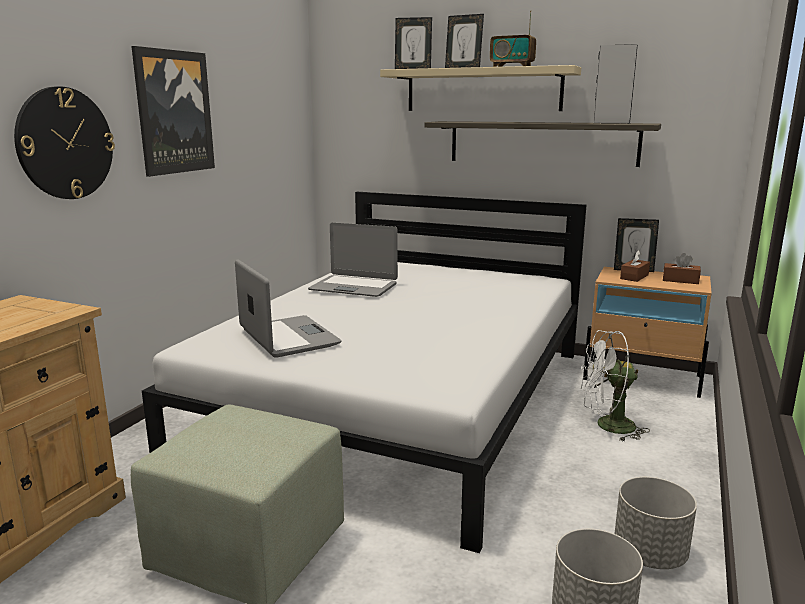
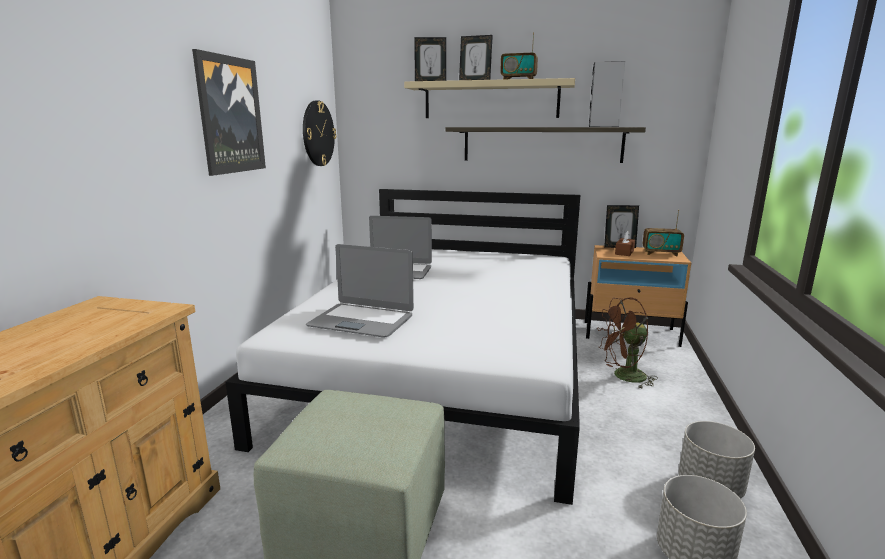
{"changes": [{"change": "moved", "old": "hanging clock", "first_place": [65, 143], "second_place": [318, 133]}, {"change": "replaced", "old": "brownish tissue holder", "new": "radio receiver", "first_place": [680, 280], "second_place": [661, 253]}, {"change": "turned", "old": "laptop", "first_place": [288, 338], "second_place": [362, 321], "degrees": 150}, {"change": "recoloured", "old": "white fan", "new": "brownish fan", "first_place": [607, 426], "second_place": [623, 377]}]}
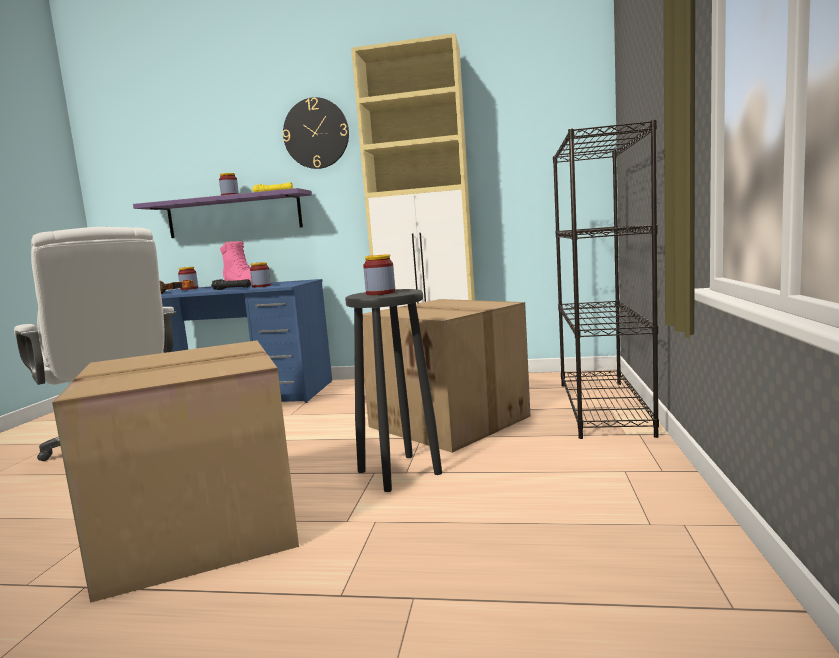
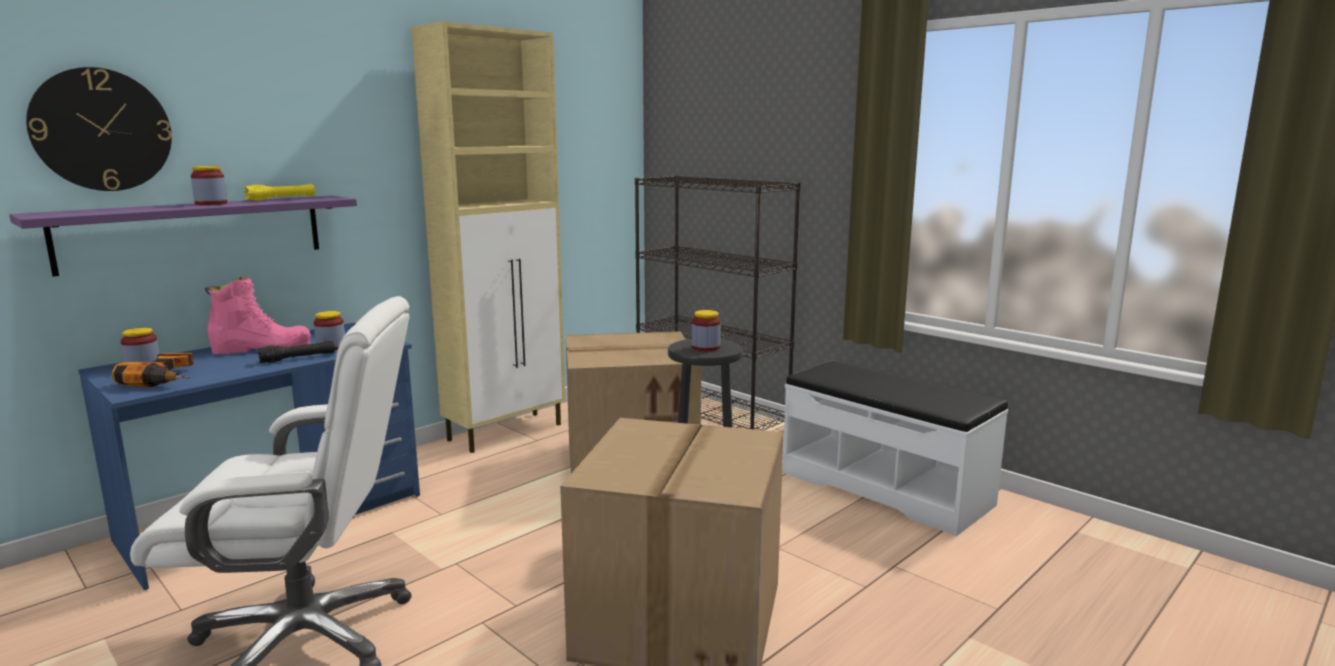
{"changes": [{"change": "moved", "old": "hanging clock", "first_place": [316, 133], "second_place": [102, 130]}, {"change": "added", "new": "white indoor bench", "second_place": [885, 488]}]}
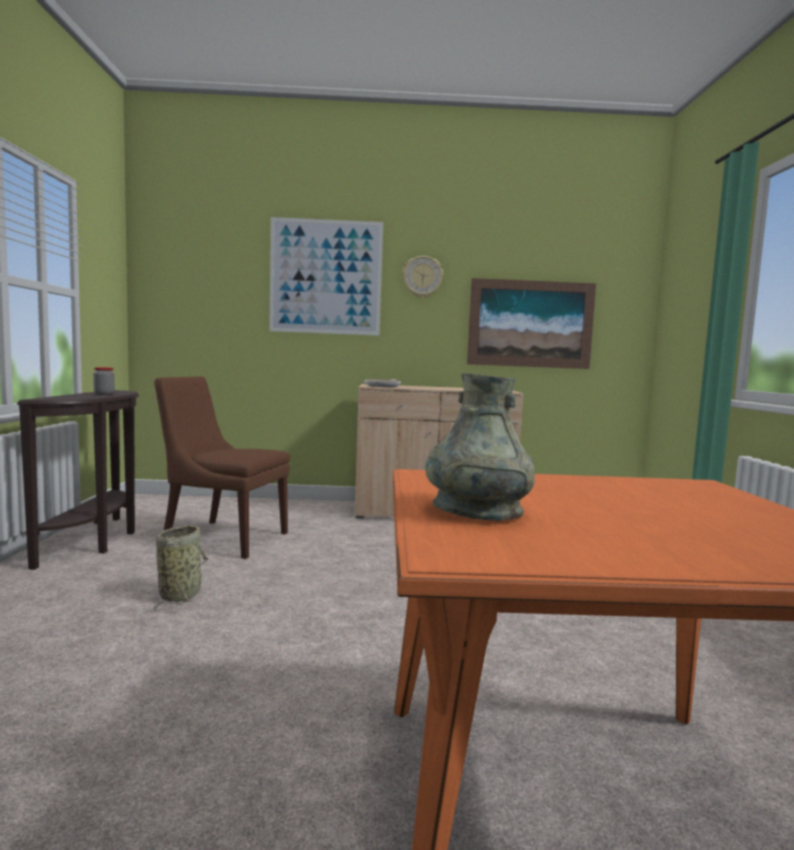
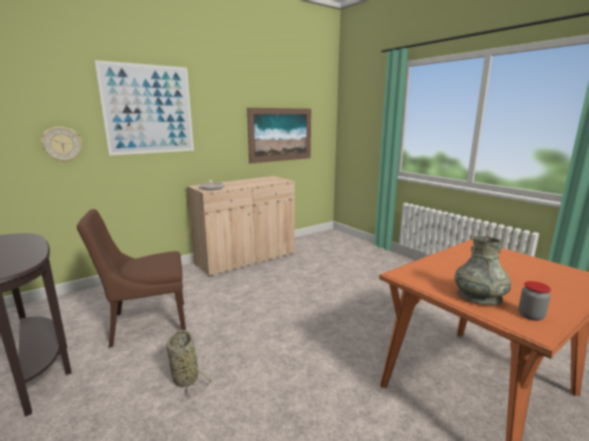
{"changes": [{"change": "moved", "old": "hanging clock", "first_place": [422, 277], "second_place": [62, 144]}, {"change": "moved", "old": "storage jar", "first_place": [104, 394], "second_place": [530, 316]}]}
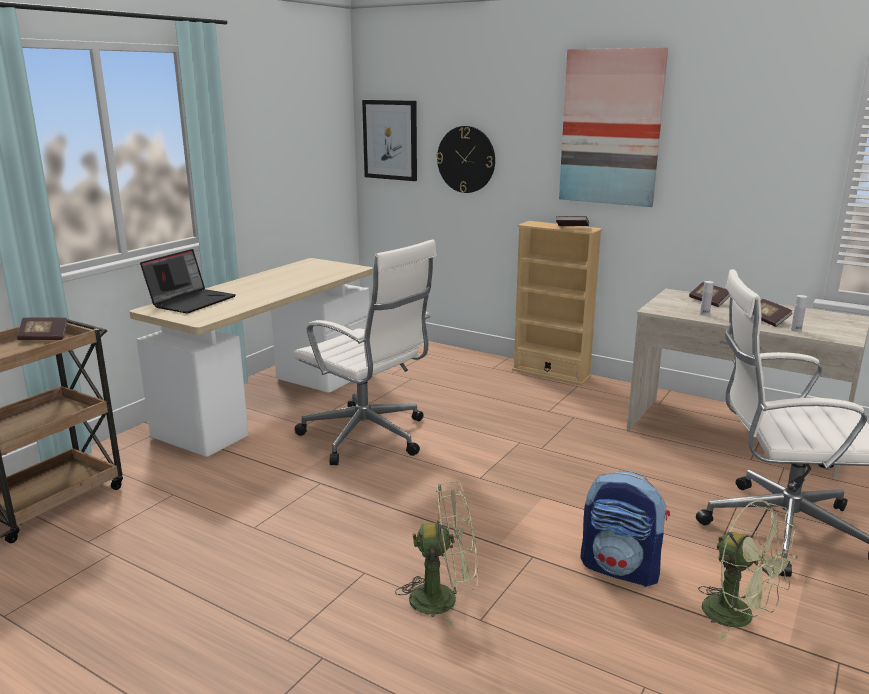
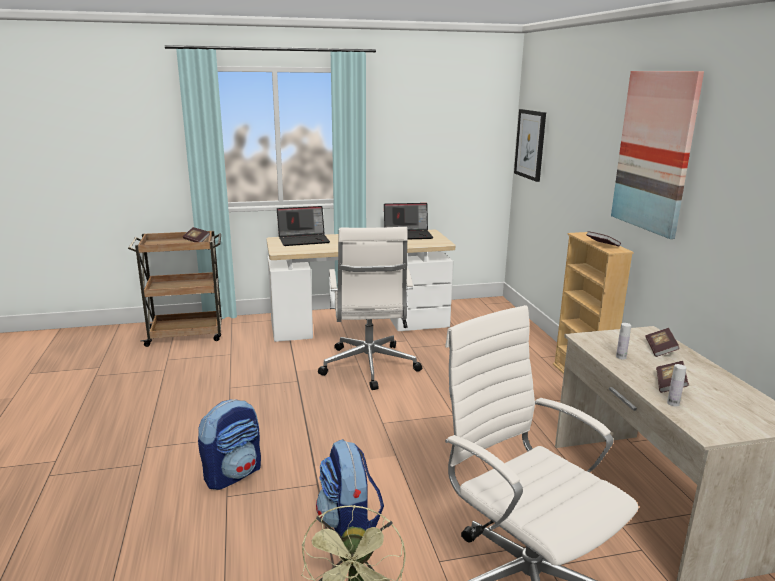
{"changes": [{"change": "removed", "old": "hanging clock", "first_place": [466, 159]}, {"change": "replaced", "old": "green fan", "new": "rucksack", "first_place": [444, 598], "second_place": [233, 474]}, {"change": "added", "new": "laptop", "second_place": [408, 235]}]}
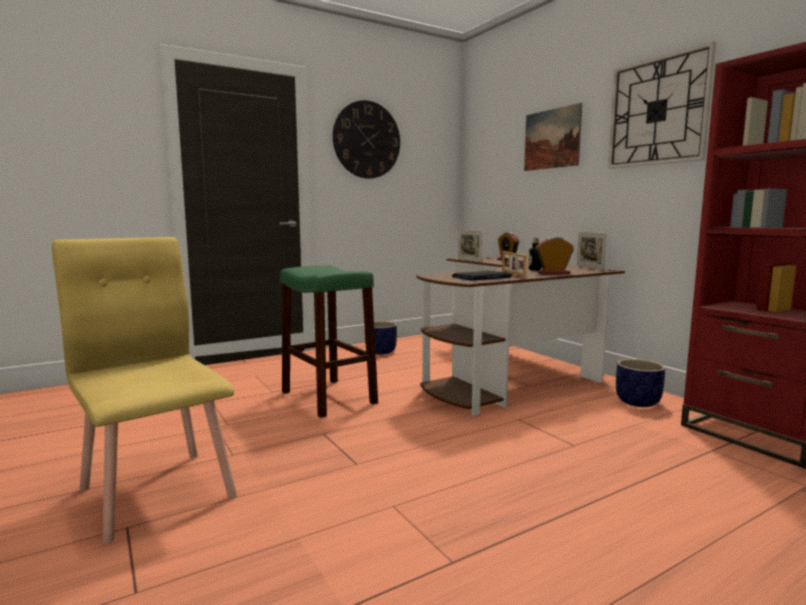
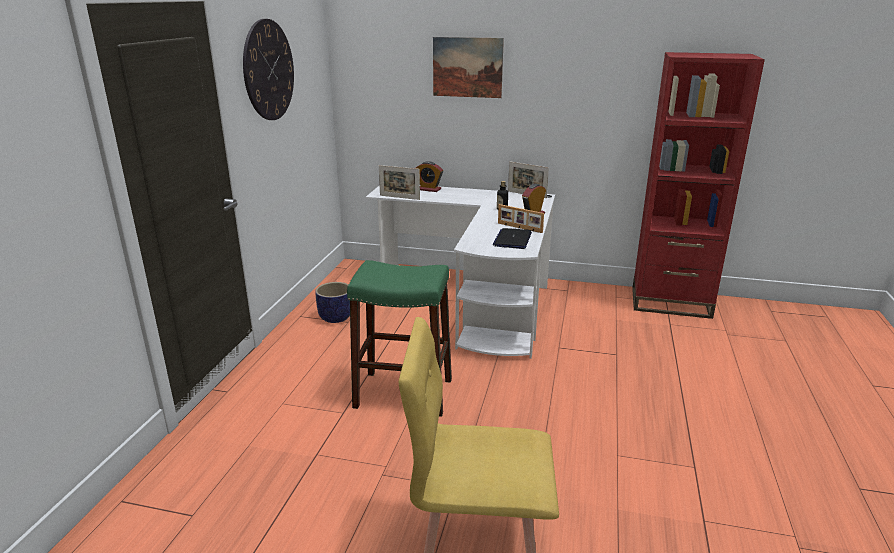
{"changes": [{"change": "removed", "old": "hanging clock", "first_place": [657, 111]}, {"change": "recoloured", "old": "brownish desk unit", "new": "white desk unit", "first_place": [510, 372], "second_place": [477, 300]}, {"change": "removed", "old": "flower pot", "first_place": [638, 402]}]}
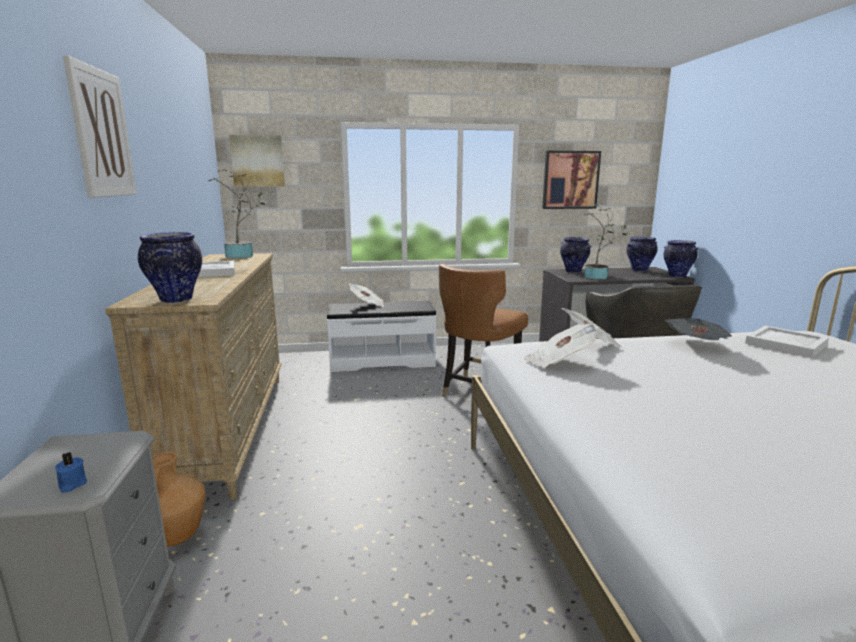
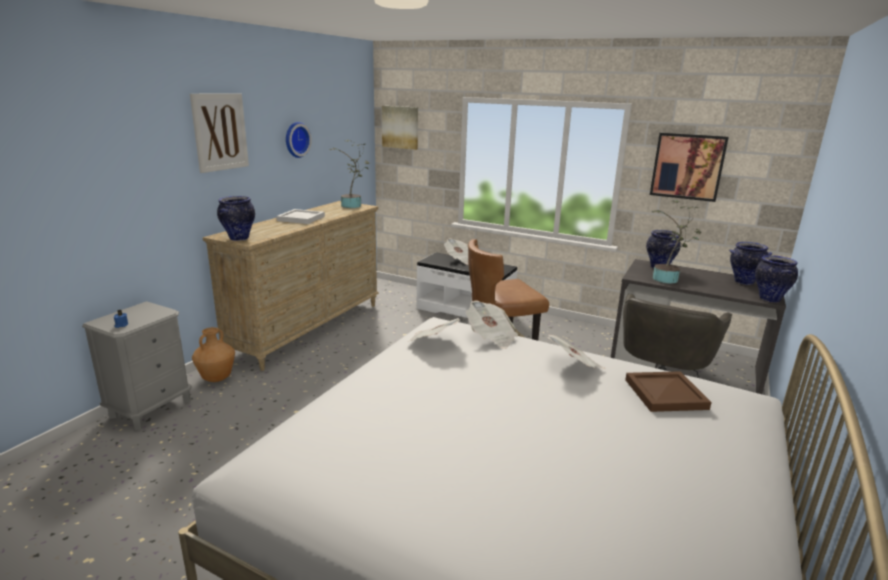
{"changes": [{"change": "recoloured", "old": "white tray", "new": "brownish tray", "first_place": [786, 344], "second_place": [665, 394]}, {"change": "added", "new": "hanging clock", "second_place": [295, 139]}]}
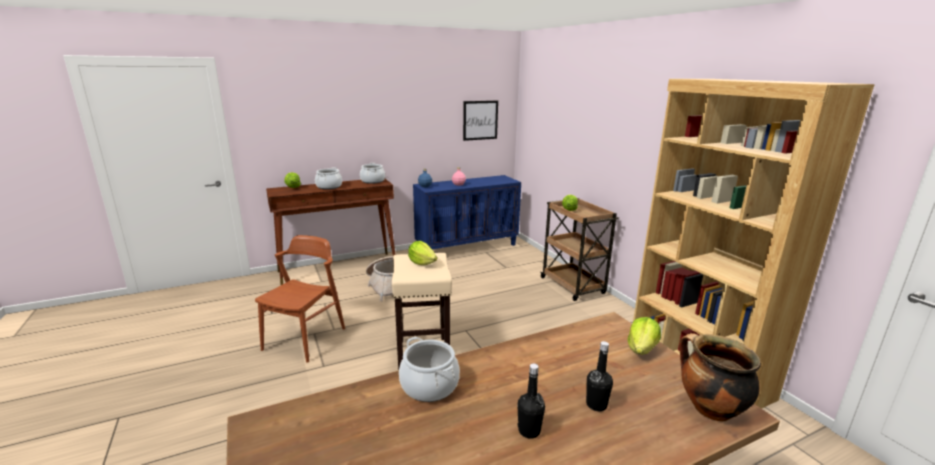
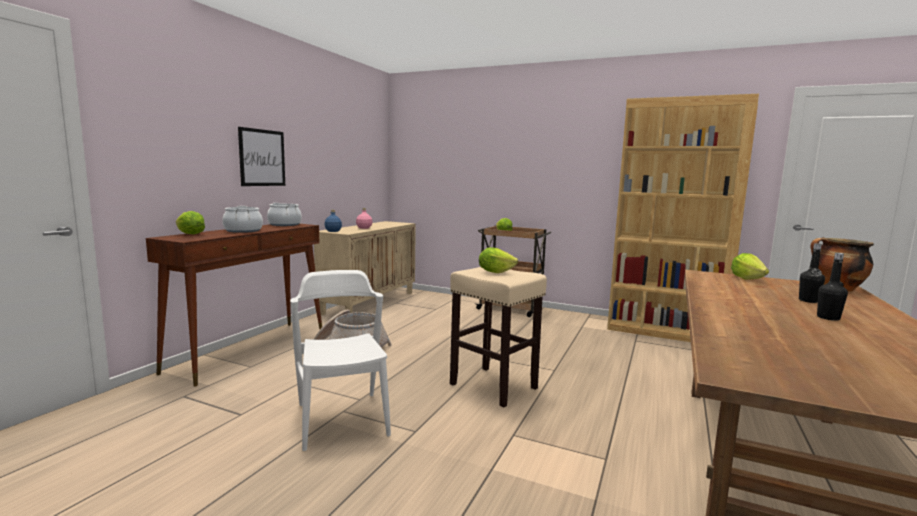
{"changes": [{"change": "moved", "old": "wall picture", "first_place": [480, 120], "second_place": [262, 158]}, {"change": "recoloured", "old": "blue storage cabinet", "new": "sand-coloured storage cabinet", "first_place": [467, 247], "second_place": [369, 302]}, {"change": "recoloured", "old": "brownish plain chair", "new": "white plain chair", "first_place": [305, 339], "second_place": [342, 419]}, {"change": "removed", "old": "saucepot", "first_place": [429, 385]}]}
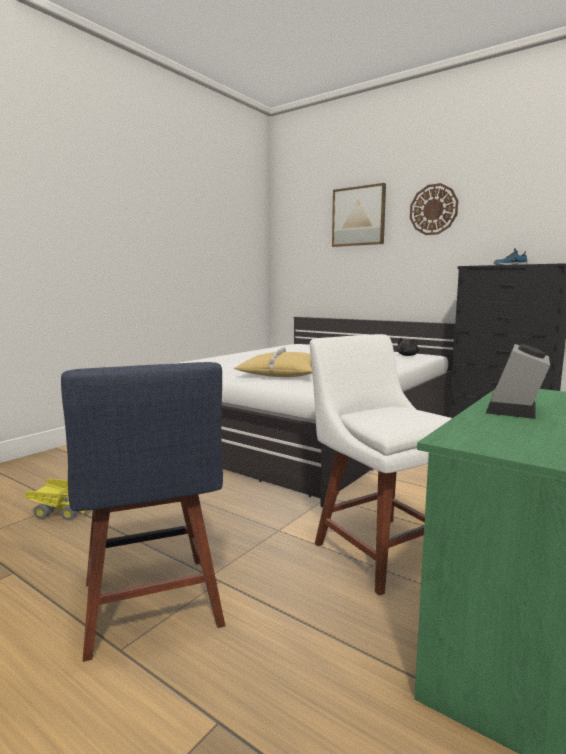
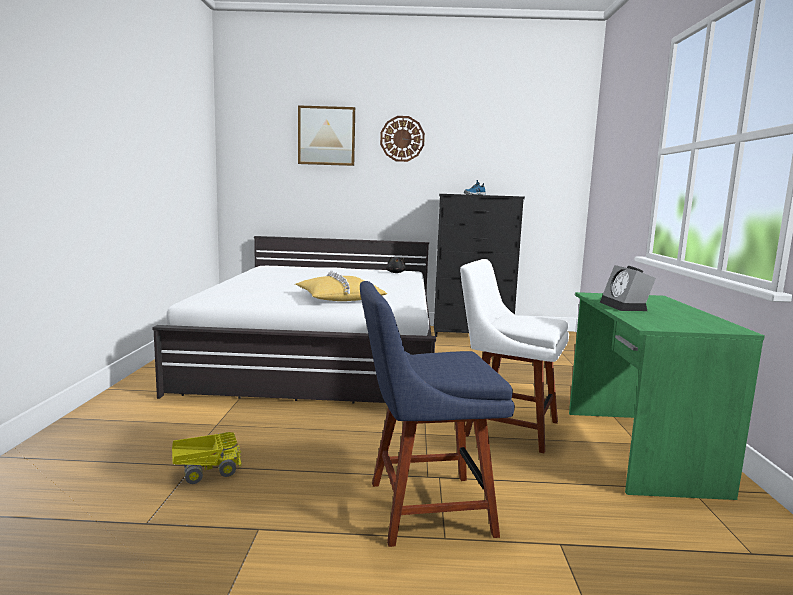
{"changes": [{"change": "turned", "old": "blue plain chair", "first_place": [151, 608], "second_place": [423, 508], "degrees": 135}]}
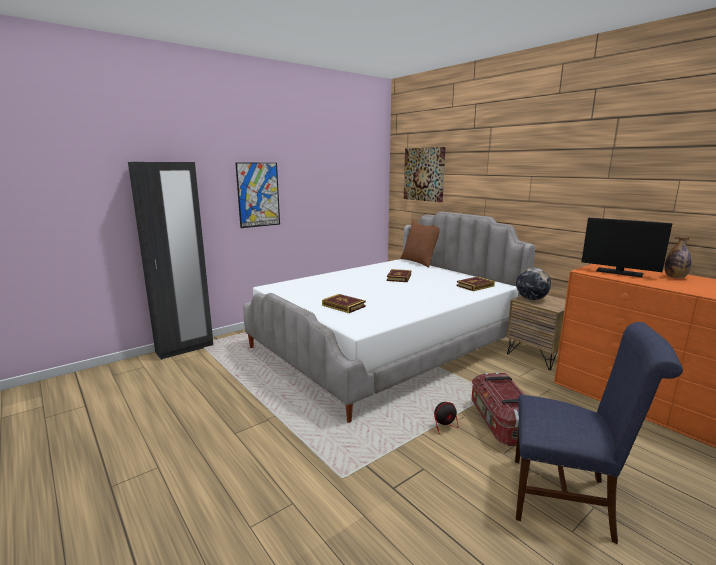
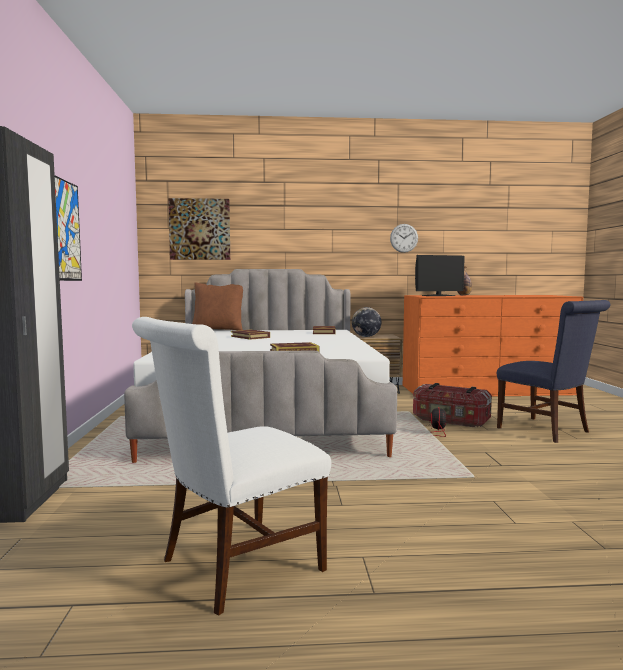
{"changes": [{"change": "turned", "old": "blue plain chair", "first_place": [568, 499], "second_place": [548, 431], "degrees": 90}, {"change": "added", "new": "hanging clock", "second_place": [404, 238]}, {"change": "added", "new": "white plain chair", "second_place": [233, 567]}]}
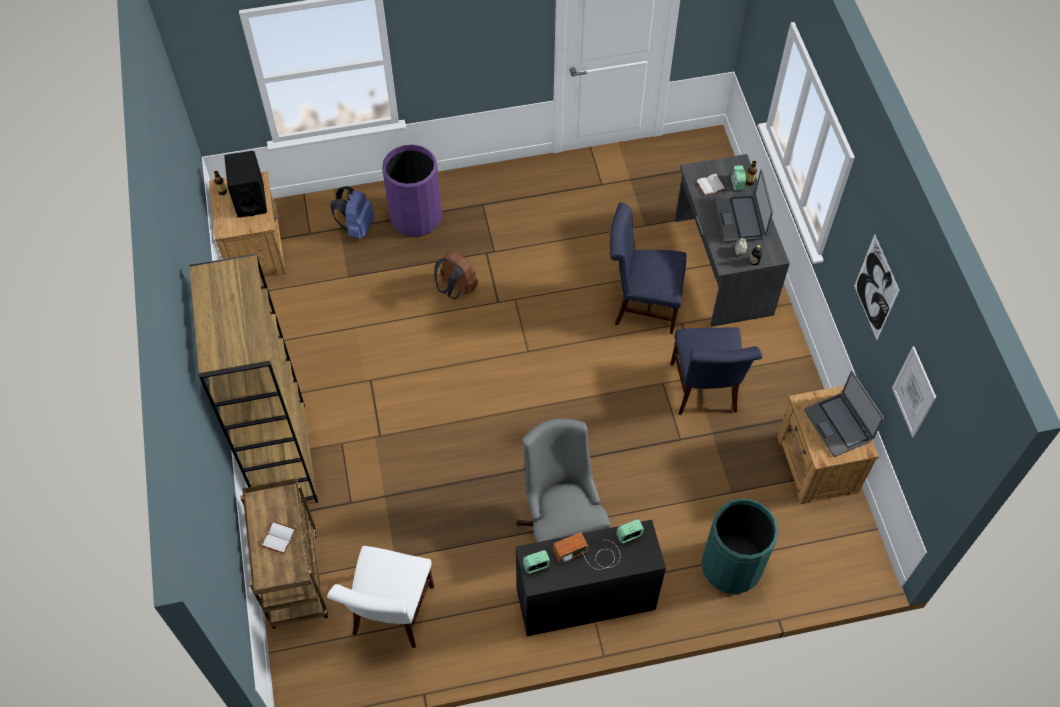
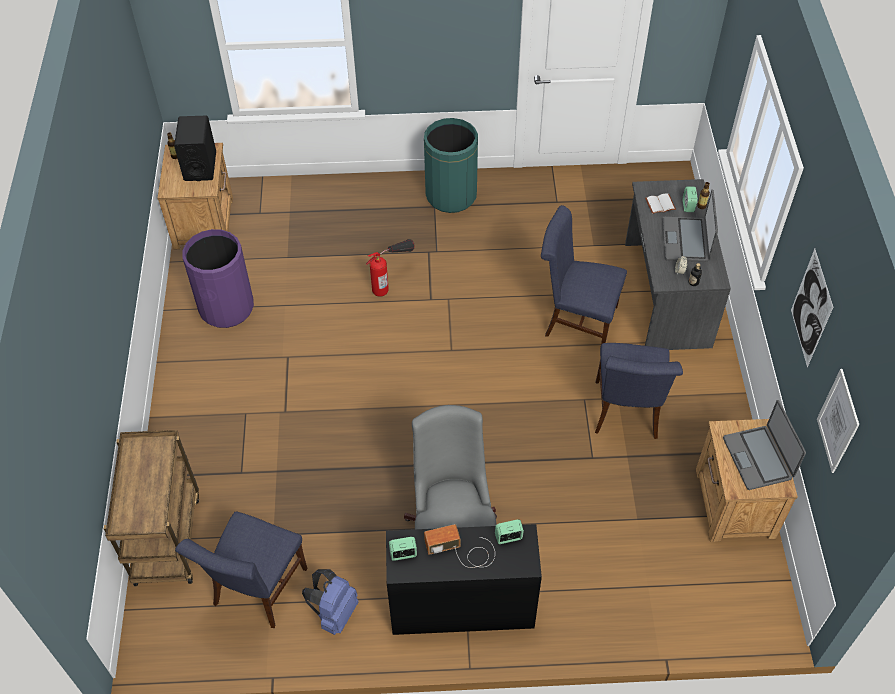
{"changes": [{"change": "moved", "old": "purple-coloured waste bin", "first_place": [416, 217], "second_place": [226, 307]}, {"change": "moved", "old": "blue rucksack", "first_place": [356, 227], "second_place": [334, 613]}, {"change": "replaced", "old": "brownish rucksack", "new": "fire extinguisher", "first_place": [456, 289], "second_place": [391, 281]}, {"change": "removed", "old": "brownish bookcase", "first_place": [282, 457]}, {"change": "moved", "old": "green waste bin", "first_place": [731, 566], "second_place": [451, 195]}, {"change": "removed", "old": "white volume", "first_place": [279, 539]}, {"change": "recoloured", "old": "white plain chair", "new": "blue plain chair", "first_place": [391, 615], "second_place": [257, 591]}]}
